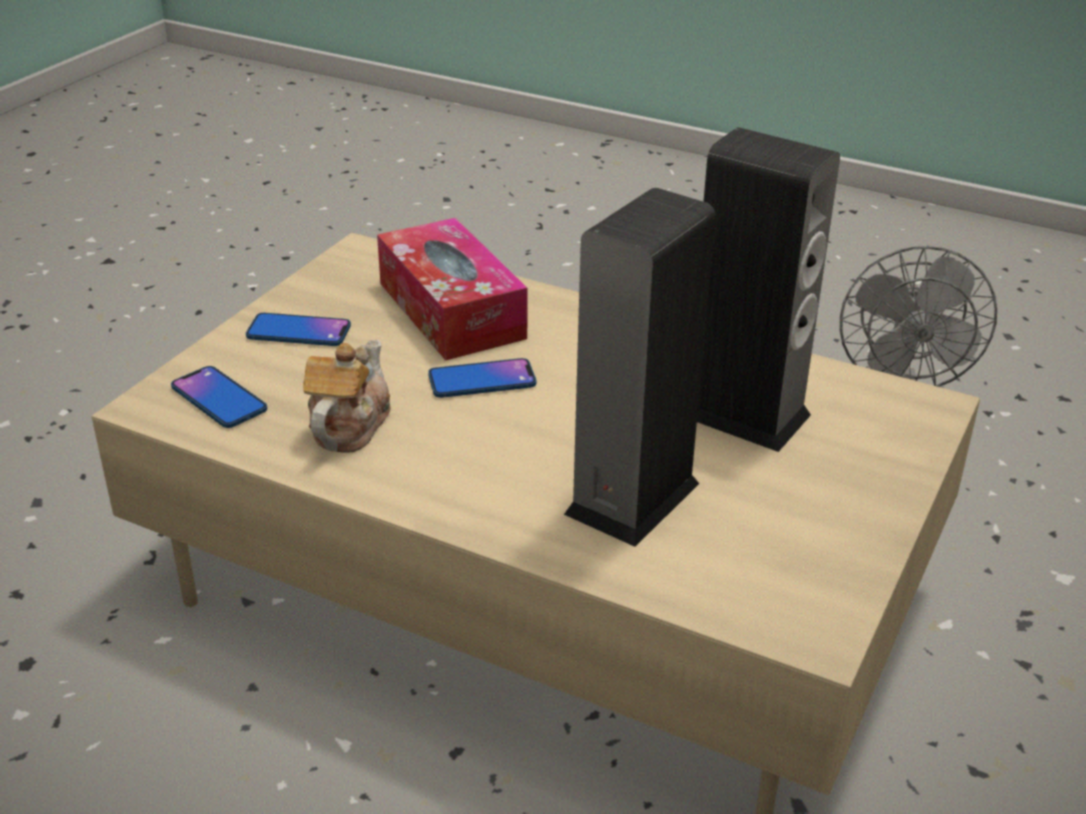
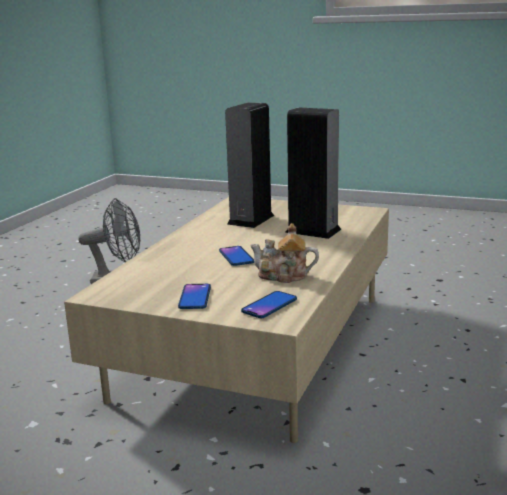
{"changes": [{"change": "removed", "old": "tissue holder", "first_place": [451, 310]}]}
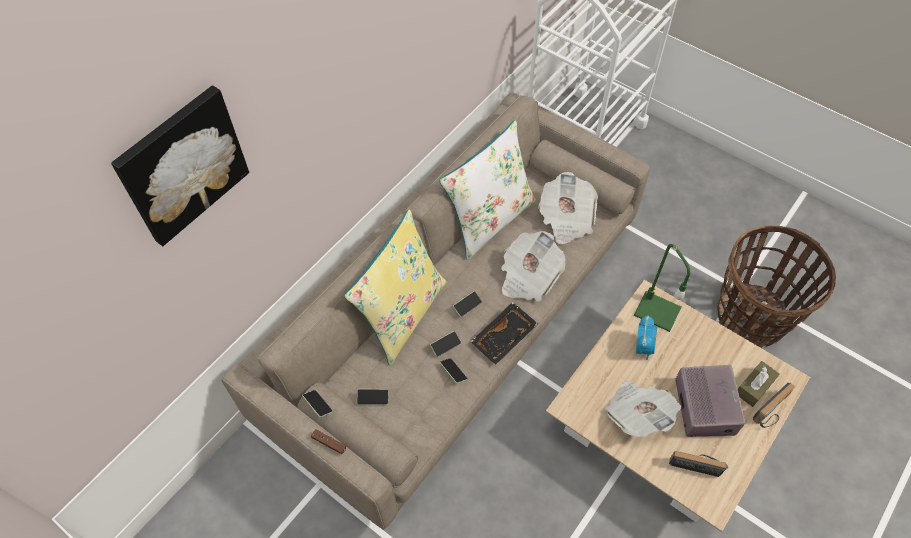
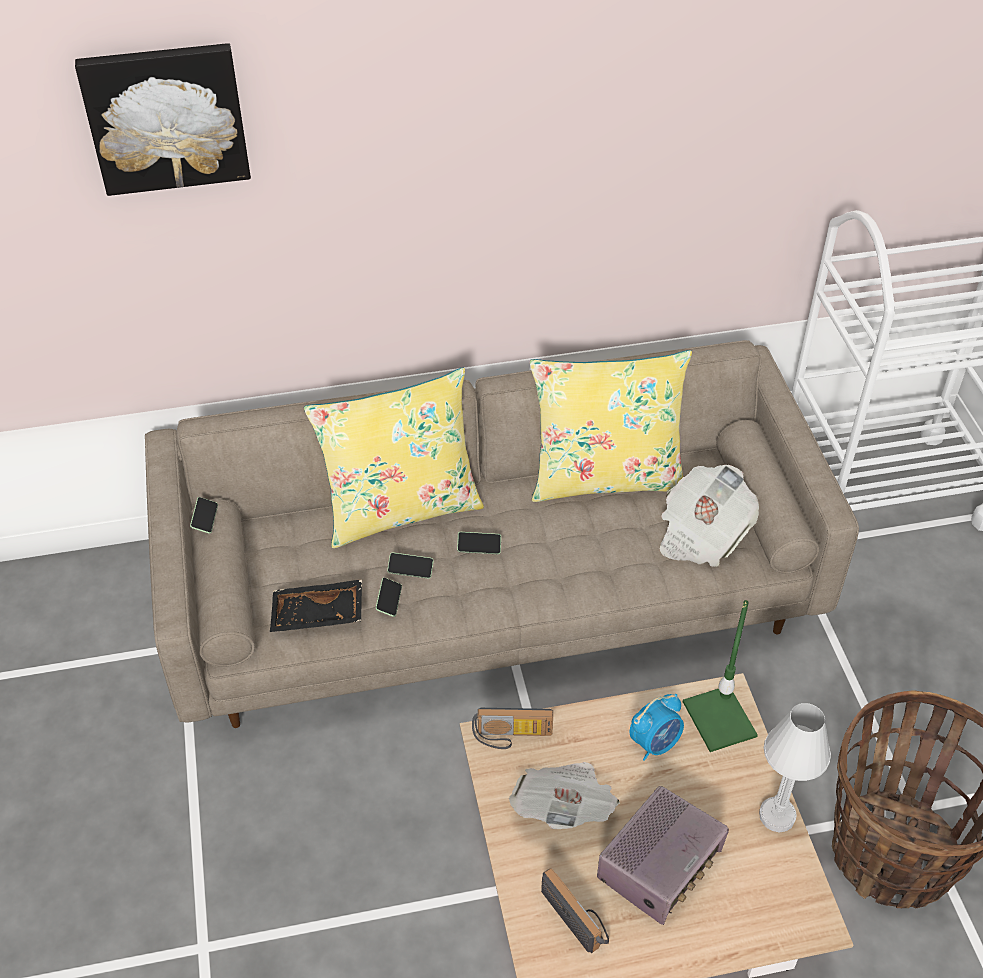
{"changes": [{"change": "recoloured", "old": "white cushion", "new": "yellow-coloured cushion", "first_place": [489, 220], "second_place": [605, 477]}, {"change": "removed", "old": "printed paper", "first_place": [528, 277]}, {"change": "moved", "old": "blackish tray", "first_place": [504, 338], "second_place": [317, 616]}, {"change": "removed", "old": "brownish tissue holder", "first_place": [754, 387]}, {"change": "moved", "old": "radio receiver", "first_place": [772, 412], "second_place": [512, 737]}, {"change": "removed", "old": "handset", "first_place": [373, 398]}, {"change": "removed", "old": "brownish joypad", "first_place": [329, 443]}, {"change": "added", "new": "white lamp for a table", "second_place": [777, 816]}]}
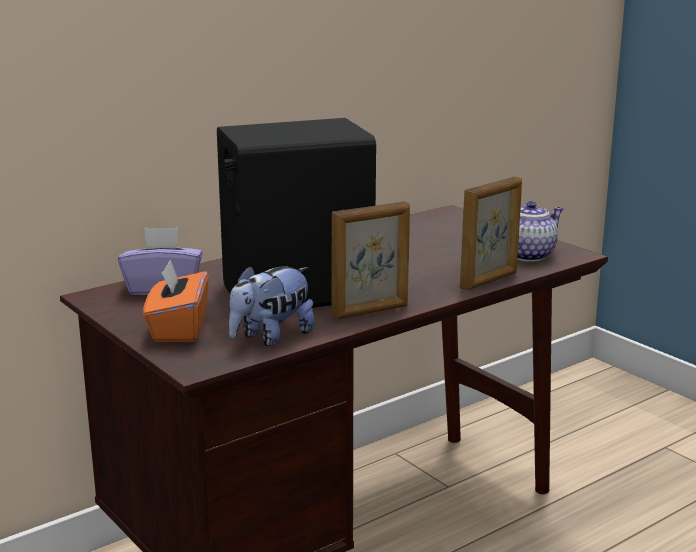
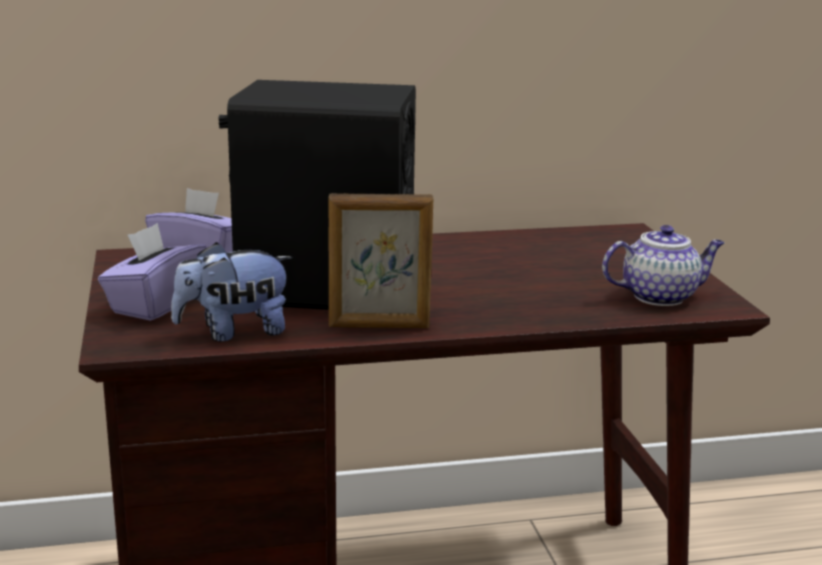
{"changes": [{"change": "removed", "old": "photo frame", "first_place": [489, 281]}, {"change": "recoloured", "old": "orangey tissue holder", "new": "purple-coloured tissue holder", "first_place": [178, 329], "second_place": [155, 304]}]}
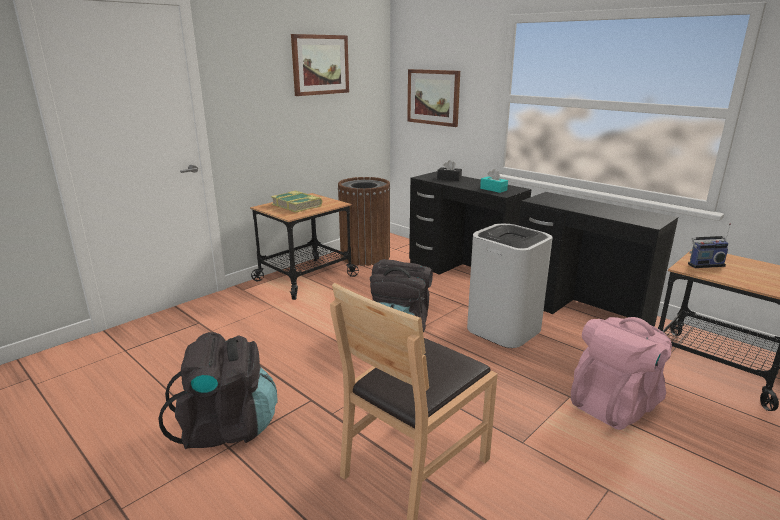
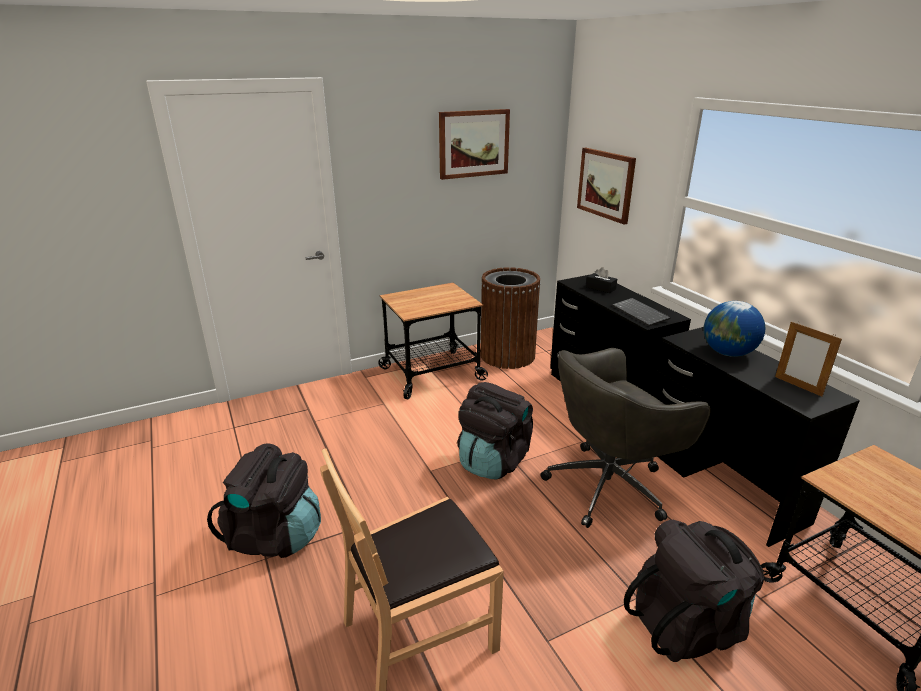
{"changes": [{"change": "replaced", "old": "blue-green tissue holder", "new": "keyboard", "first_place": [493, 189], "second_place": [641, 313]}, {"change": "removed", "old": "volume", "first_place": [297, 205]}, {"change": "removed", "old": "radio receiver", "first_place": [704, 264]}, {"change": "replaced", "old": "white waste bin", "new": "greyish desk chair", "first_place": [503, 329], "second_place": [609, 485]}, {"change": "recoloured", "old": "pinkish rucksack", "new": "blackish rucksack", "first_place": [614, 404], "second_place": [687, 624]}, {"change": "added", "new": "globe", "second_place": [727, 353]}, {"change": "added", "new": "photo frame", "second_place": [798, 386]}]}
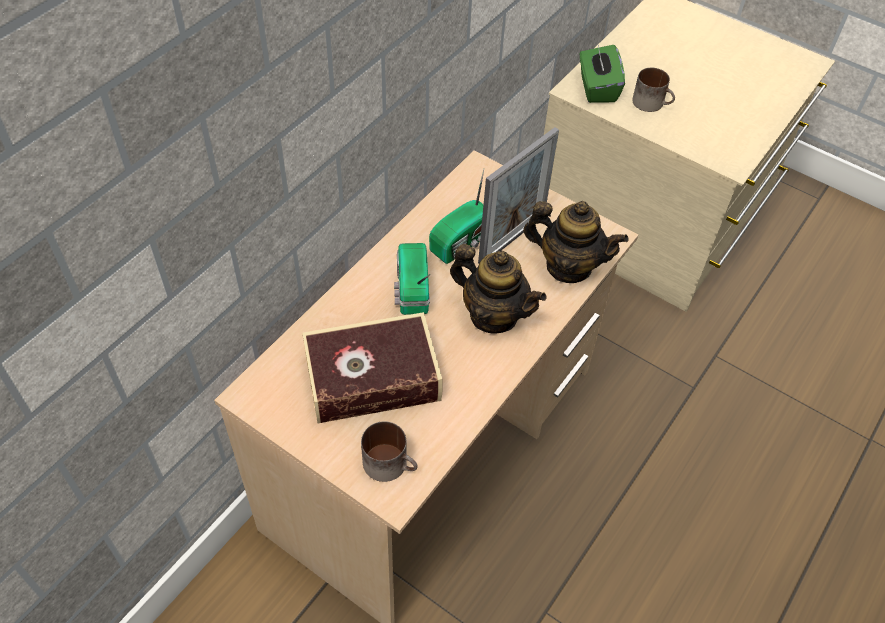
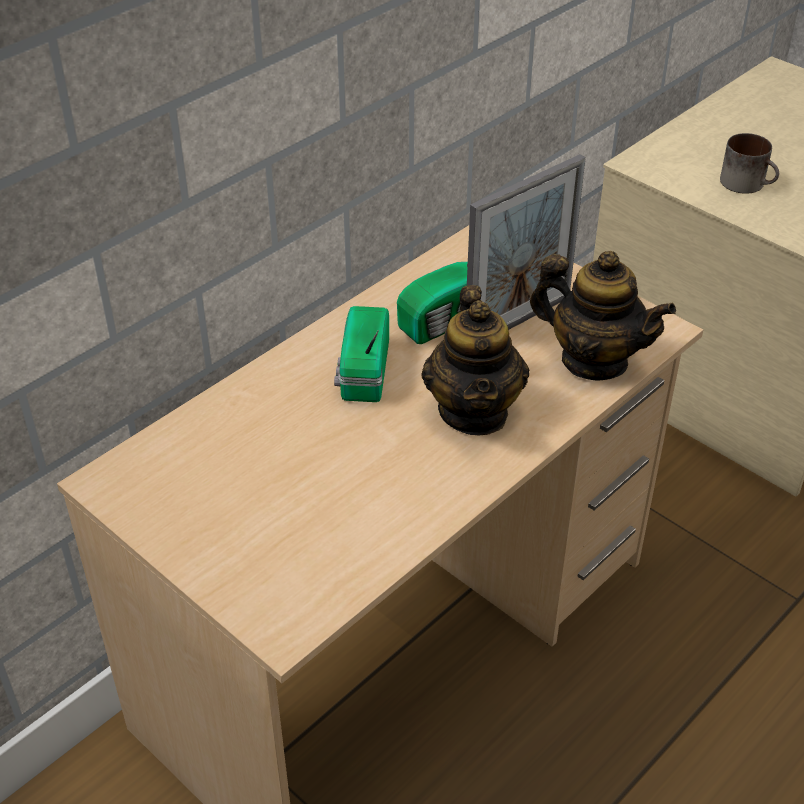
{"changes": [{"change": "removed", "old": "green tissue holder", "first_place": [597, 88]}, {"change": "turned", "old": "pot for tea", "first_place": [493, 315], "second_place": [474, 412], "degrees": 45}, {"change": "removed", "old": "volume", "first_place": [372, 378]}, {"change": "removed", "old": "coffee mug", "first_place": [391, 463]}]}
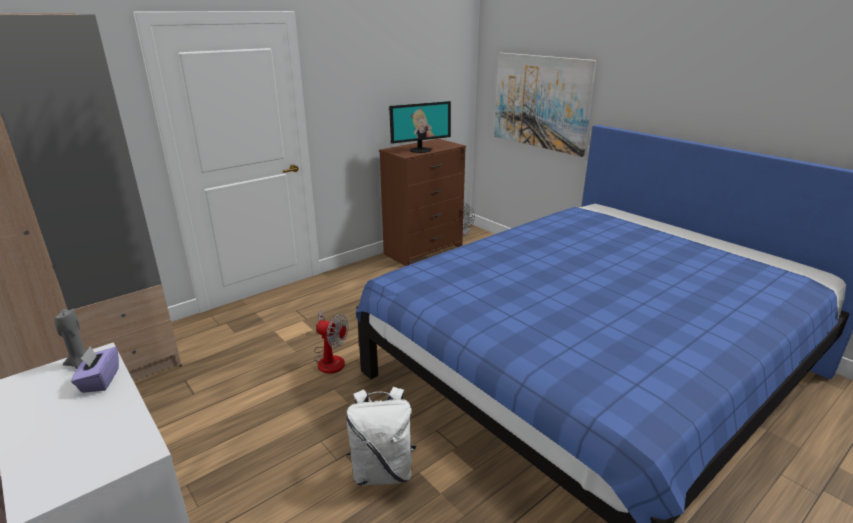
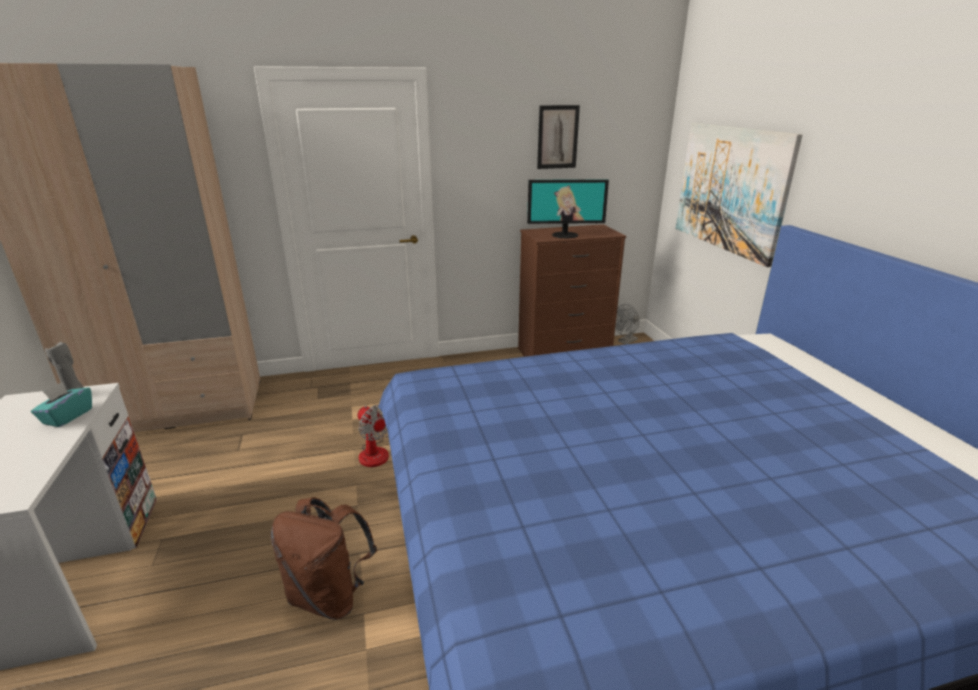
{"changes": [{"change": "recoloured", "old": "purple-coloured tissue holder", "new": "blue-green tissue holder", "first_place": [100, 380], "second_place": [67, 416]}, {"change": "recoloured", "old": "white rucksack", "new": "brownish rucksack", "first_place": [382, 470], "second_place": [330, 596]}, {"change": "added", "new": "wall picture", "second_place": [557, 137]}]}
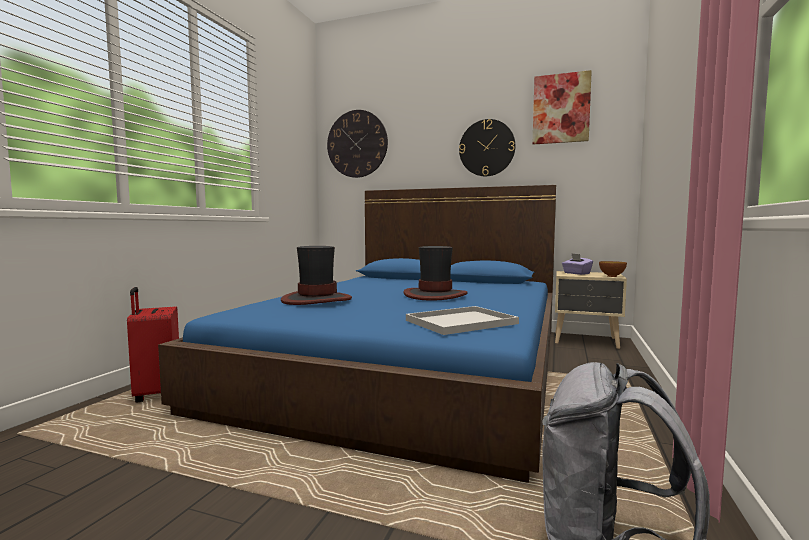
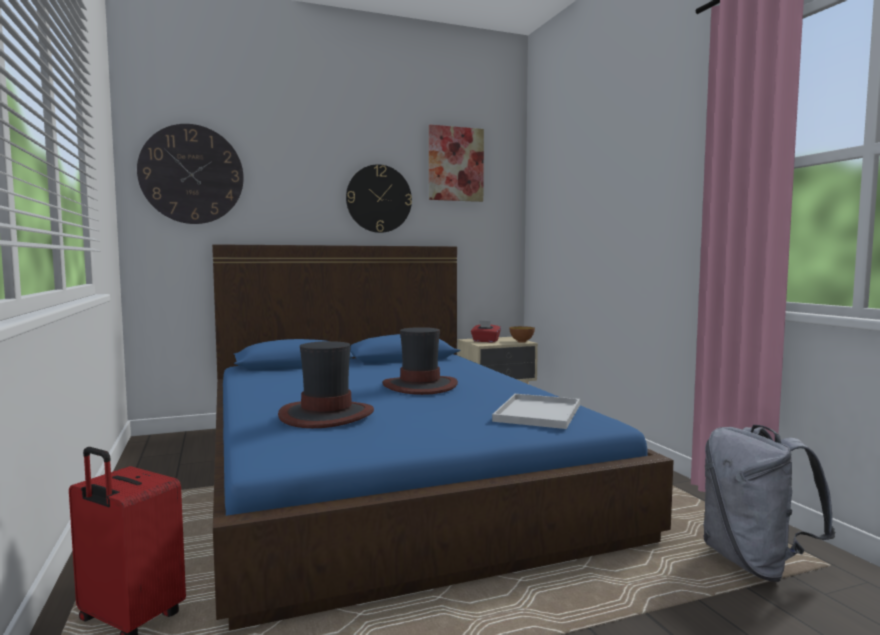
{"changes": [{"change": "recoloured", "old": "purple-coloured tissue holder", "new": "reddish tissue holder", "first_place": [576, 273], "second_place": [485, 341]}]}
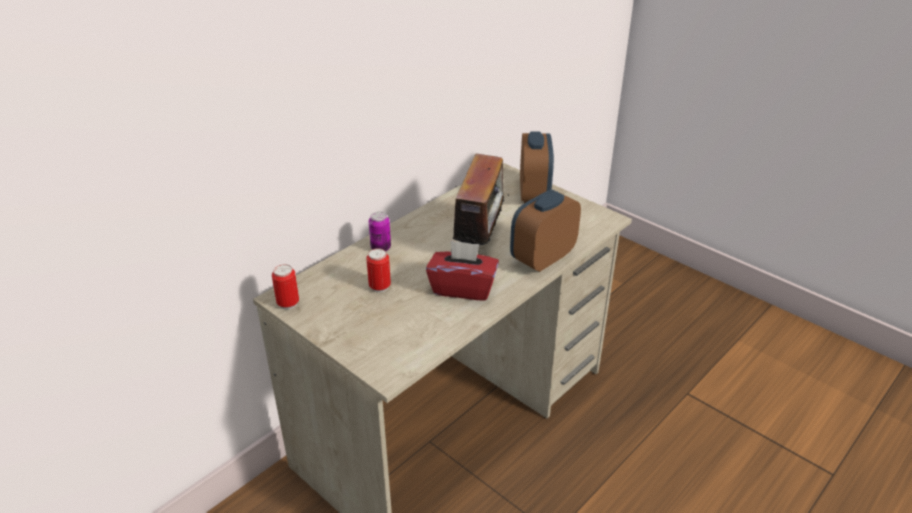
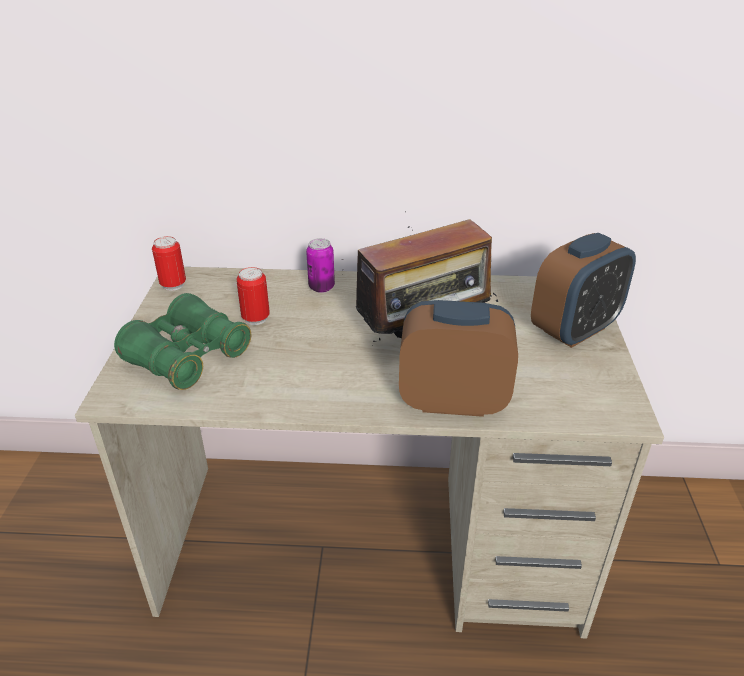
{"changes": [{"change": "removed", "old": "reddish tissue holder", "first_place": [463, 288]}, {"change": "added", "new": "green binoculars", "second_place": [187, 357]}]}
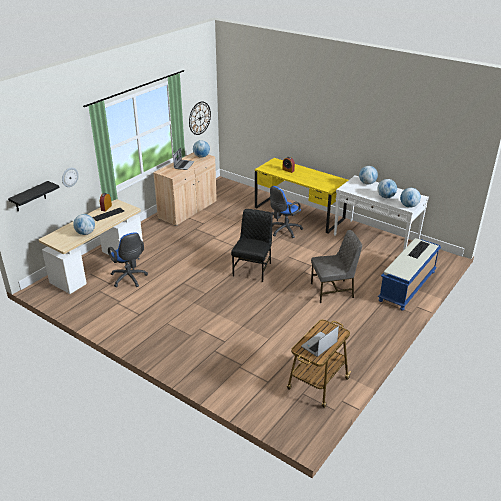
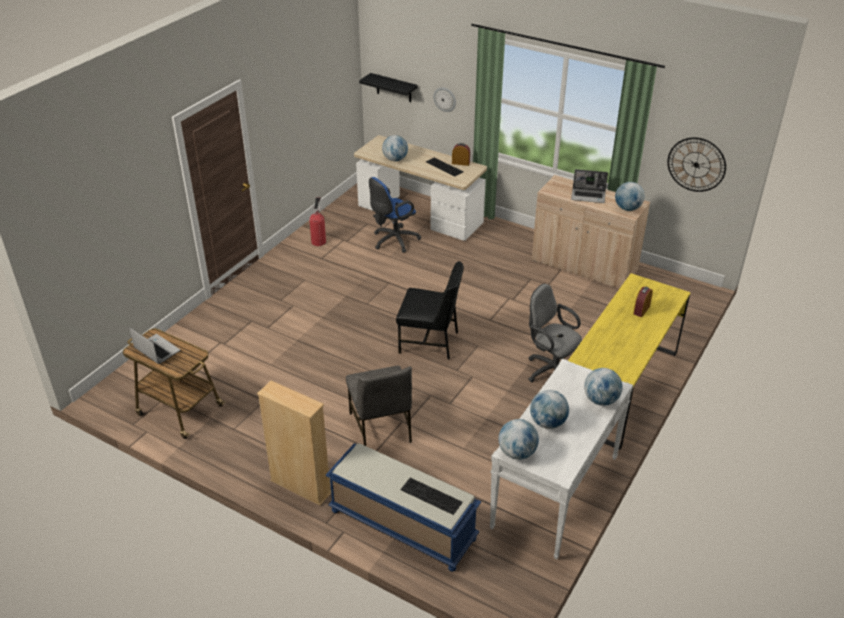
{"changes": [{"change": "recoloured", "old": "blue desk chair", "new": "greyish desk chair", "first_place": [284, 231], "second_place": [550, 370]}, {"change": "added", "new": "fire extinguisher", "second_place": [319, 241]}, {"change": "added", "new": "sand-coloured bookcase", "second_place": [301, 486]}]}
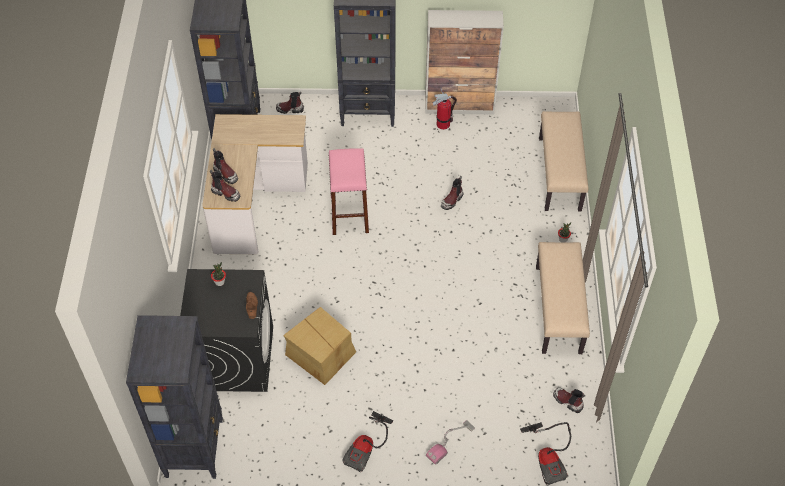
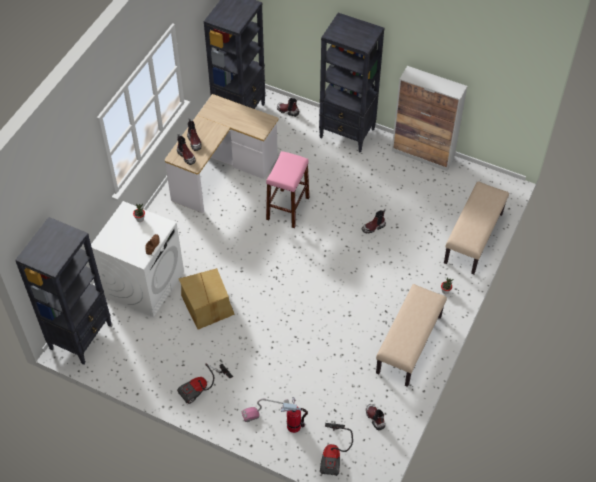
{"changes": [{"change": "moved", "old": "fire extinguisher", "first_place": [443, 124], "second_place": [294, 426]}, {"change": "recoloured", "old": "blackish washing machine", "new": "white washing machine", "first_place": [235, 357], "second_place": [144, 283]}]}
